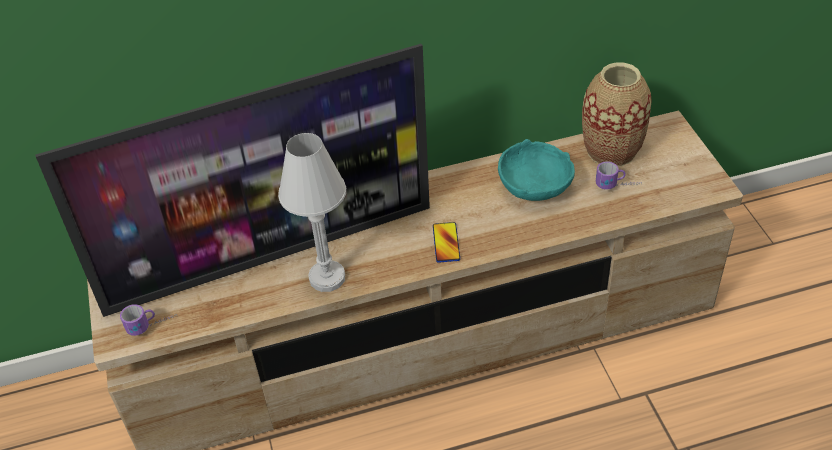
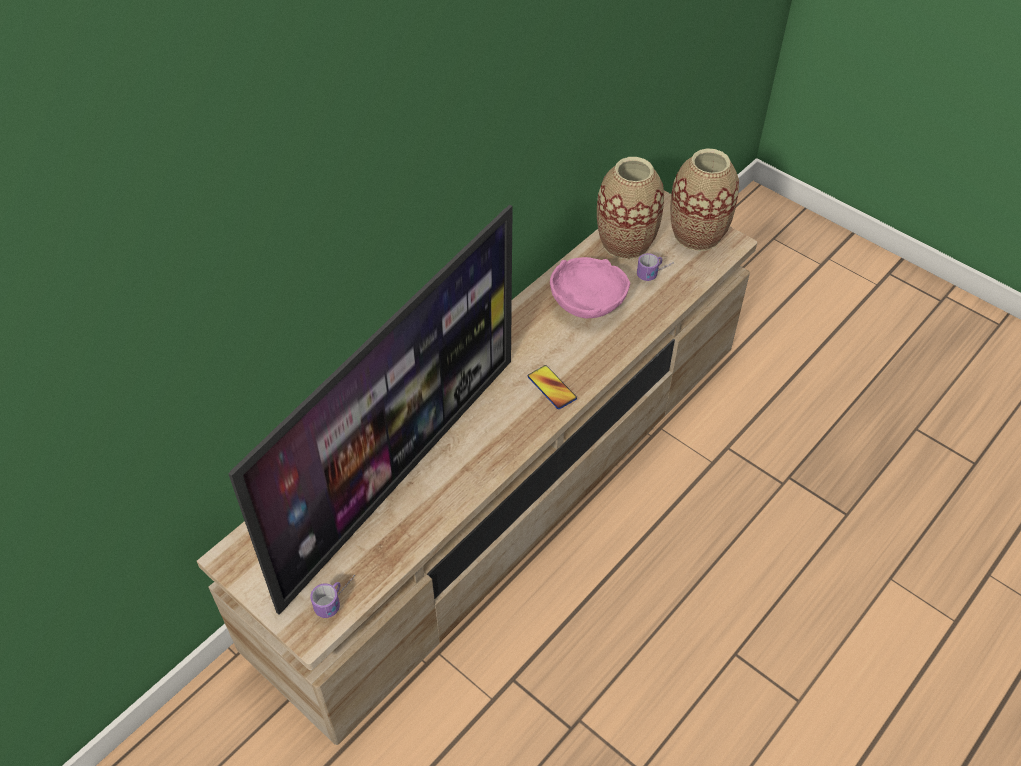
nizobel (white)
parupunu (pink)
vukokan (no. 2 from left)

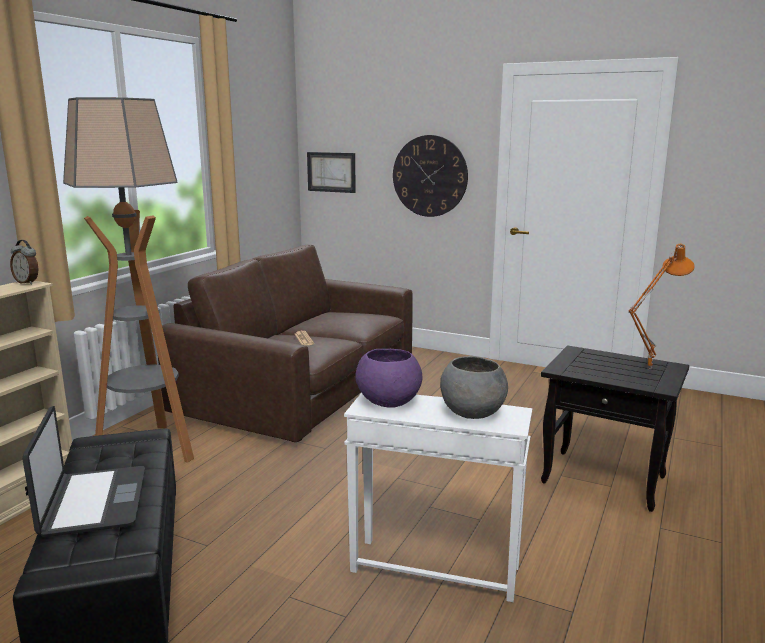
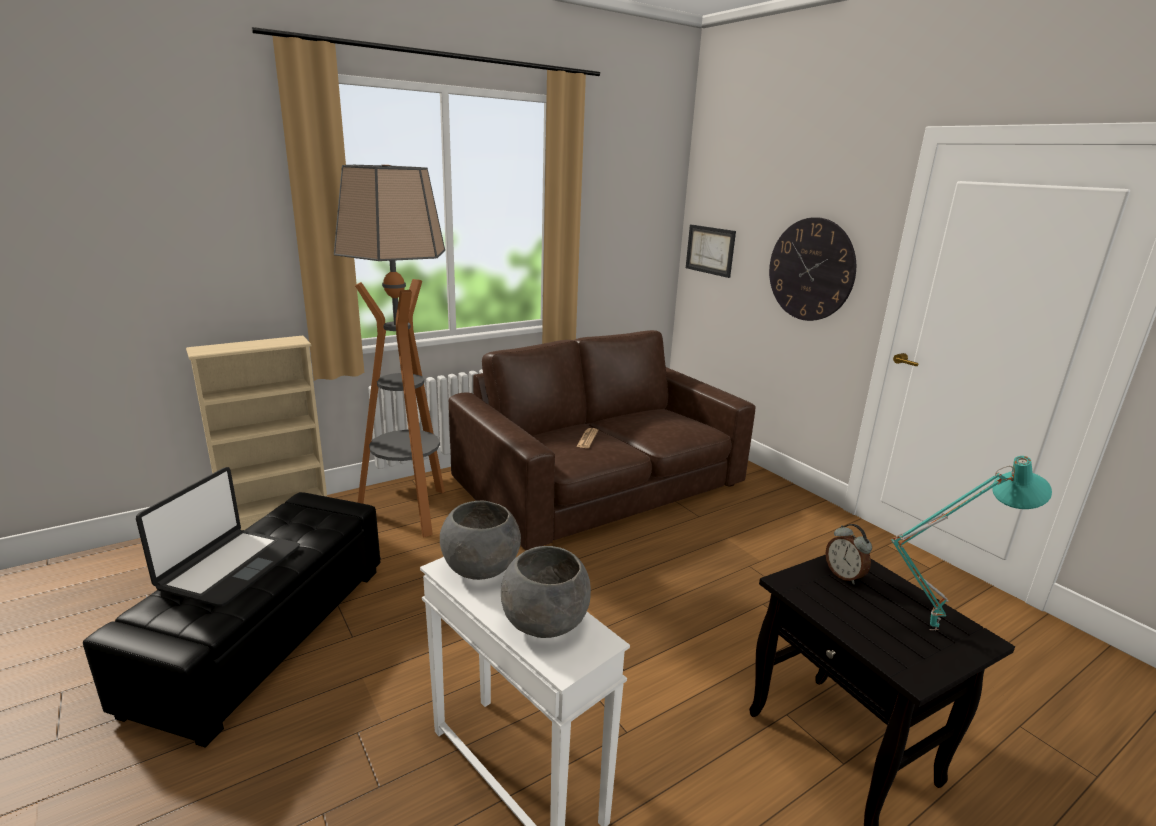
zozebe
parupunu (grey) (no. 1 from left)
nizobel (turquoise)

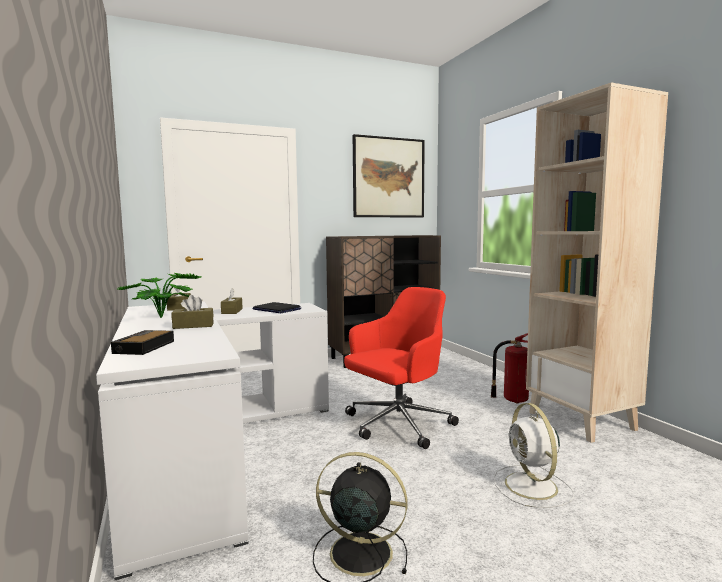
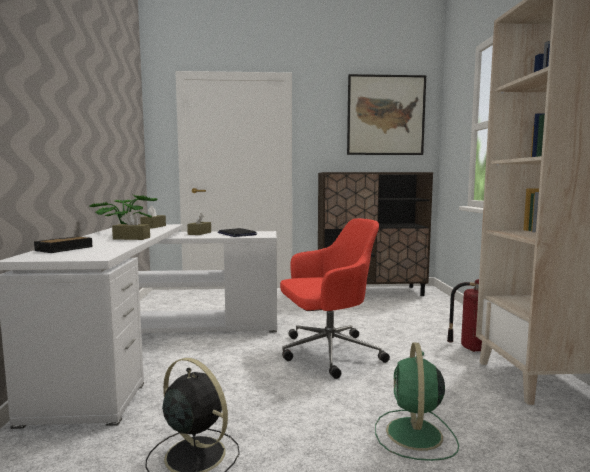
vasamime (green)

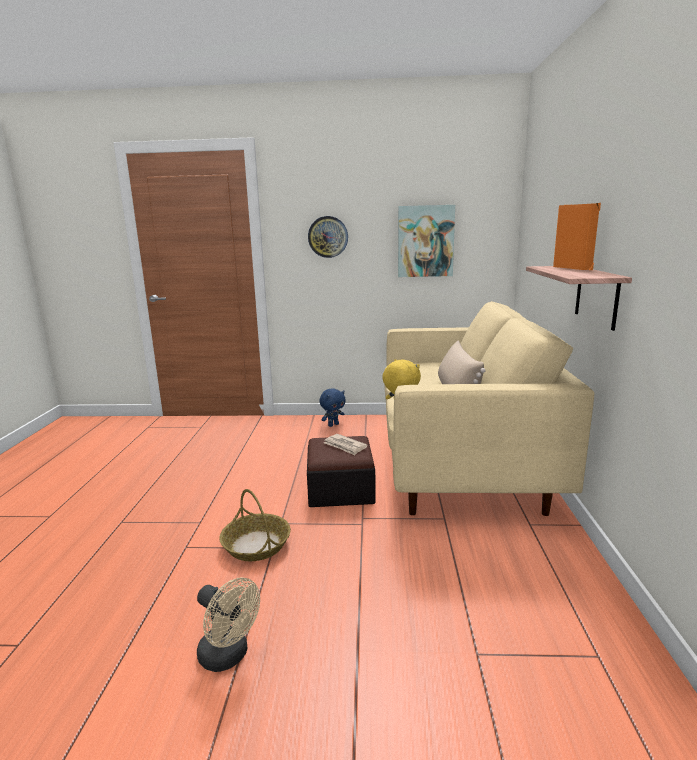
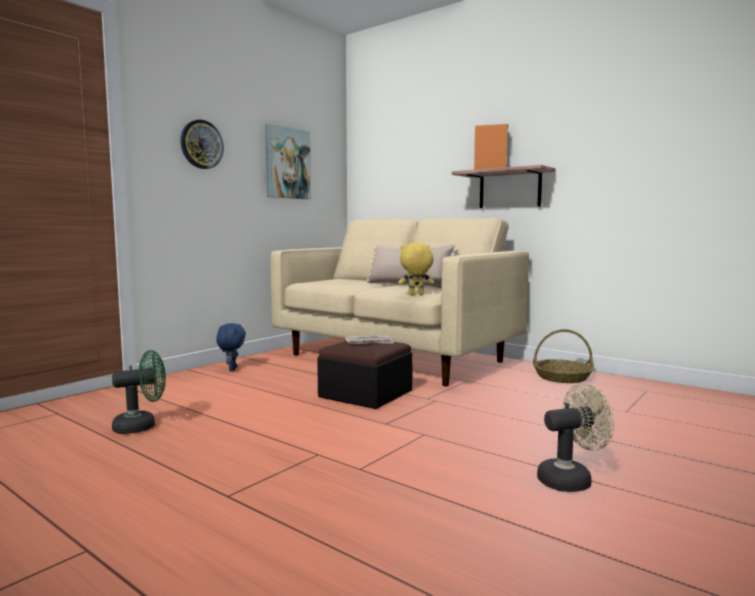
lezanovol
vasamime (green)

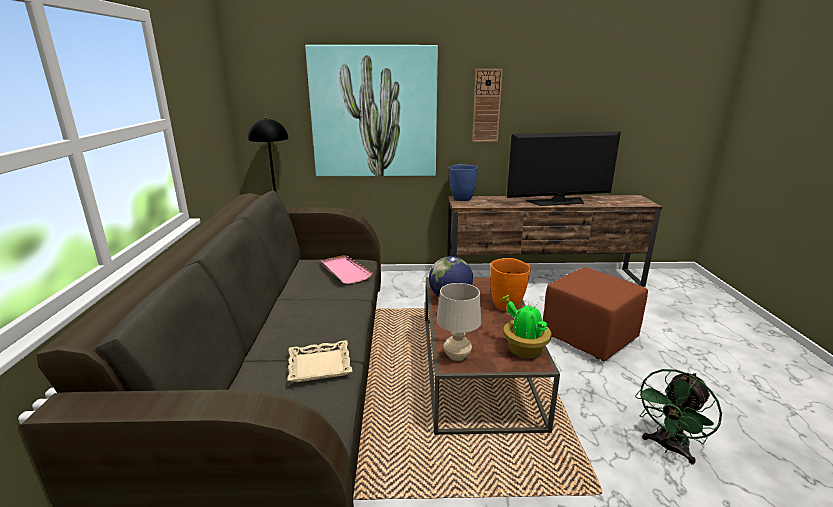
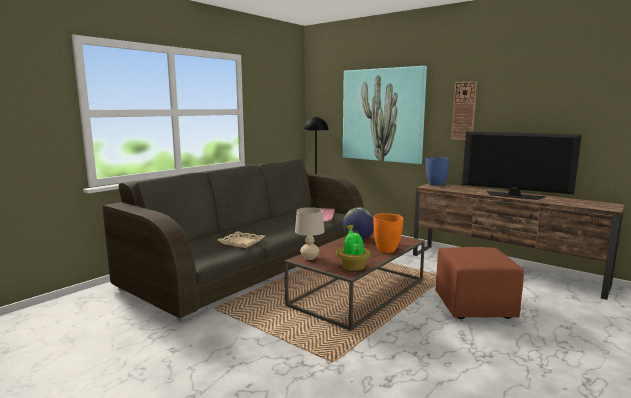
vasamime (green)

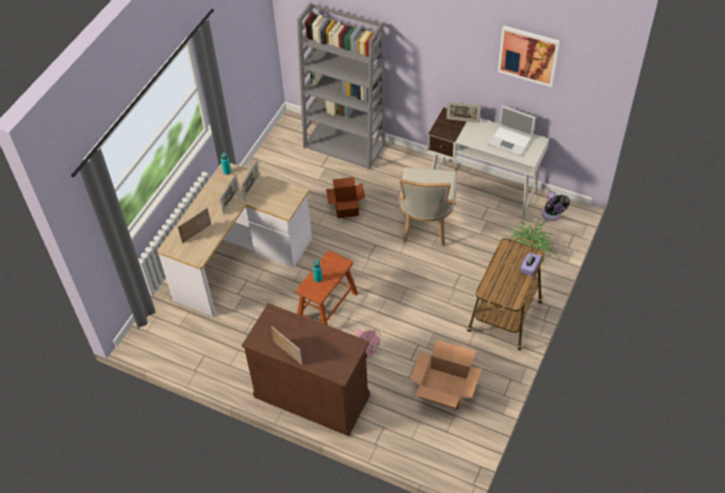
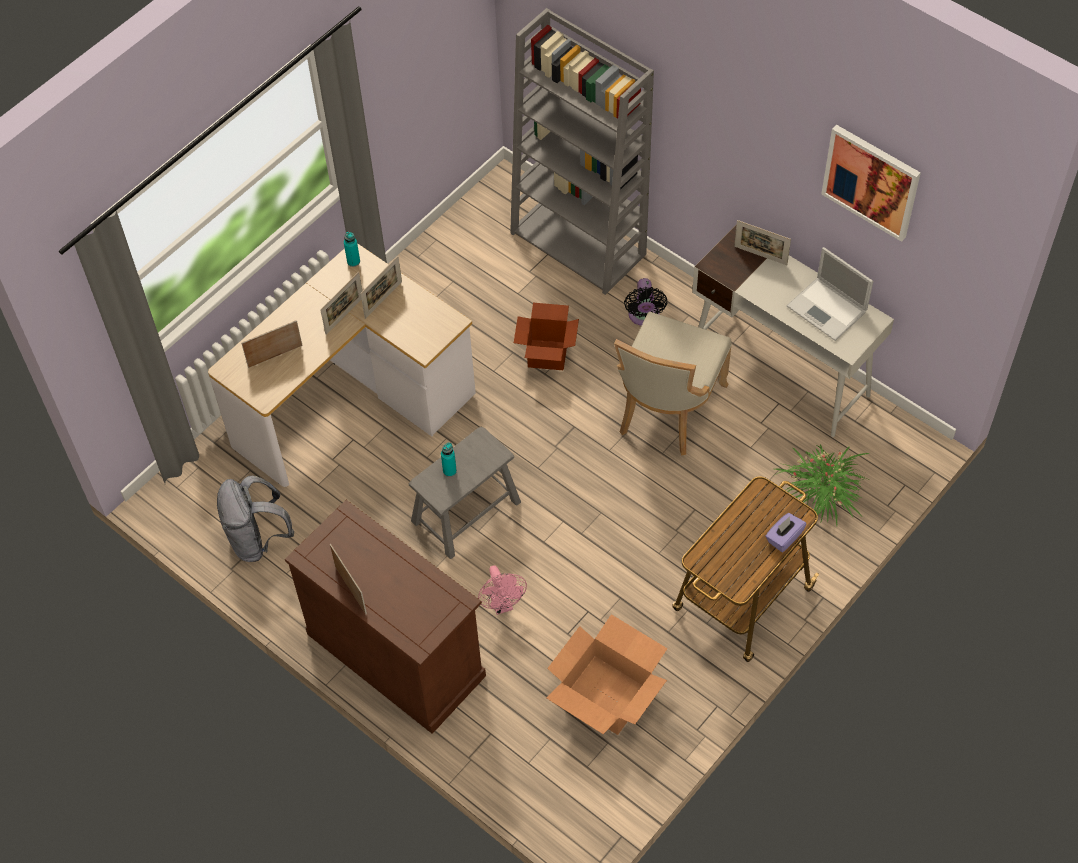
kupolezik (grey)
vasamime (black)
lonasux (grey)

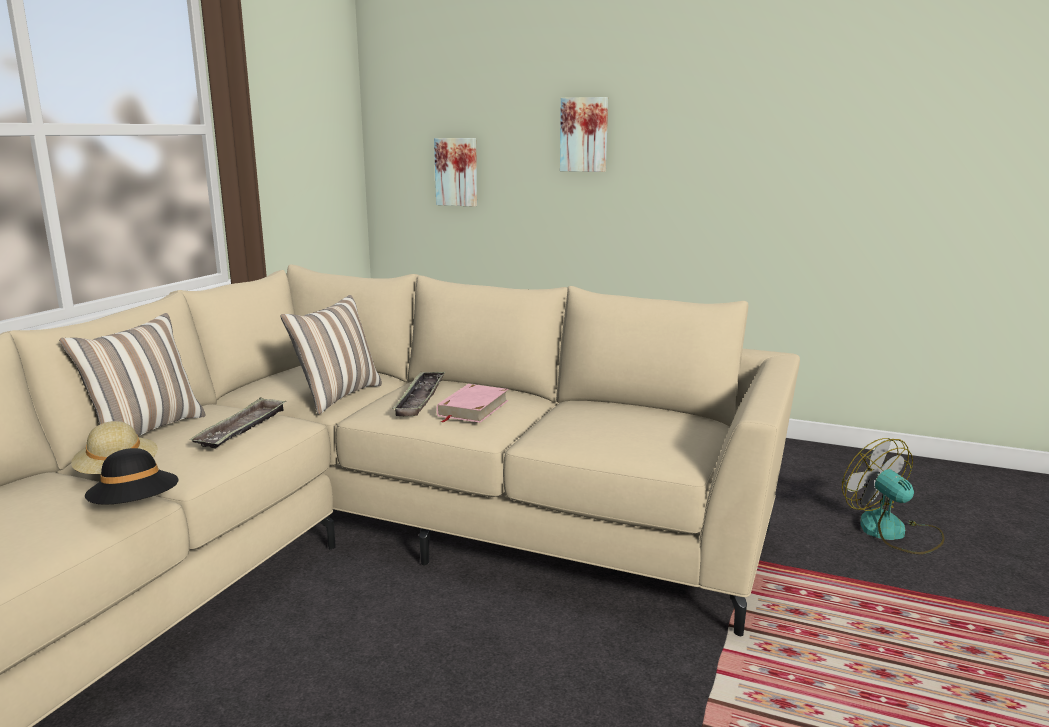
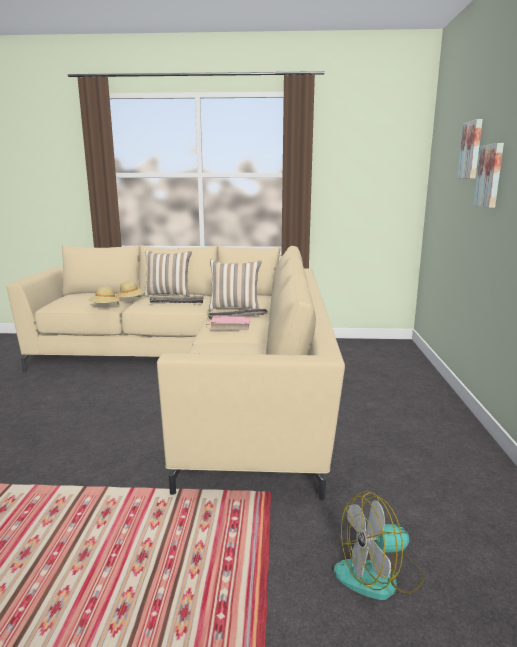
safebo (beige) (no. 1 from left)
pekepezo (no. 1 from left)
vasamime

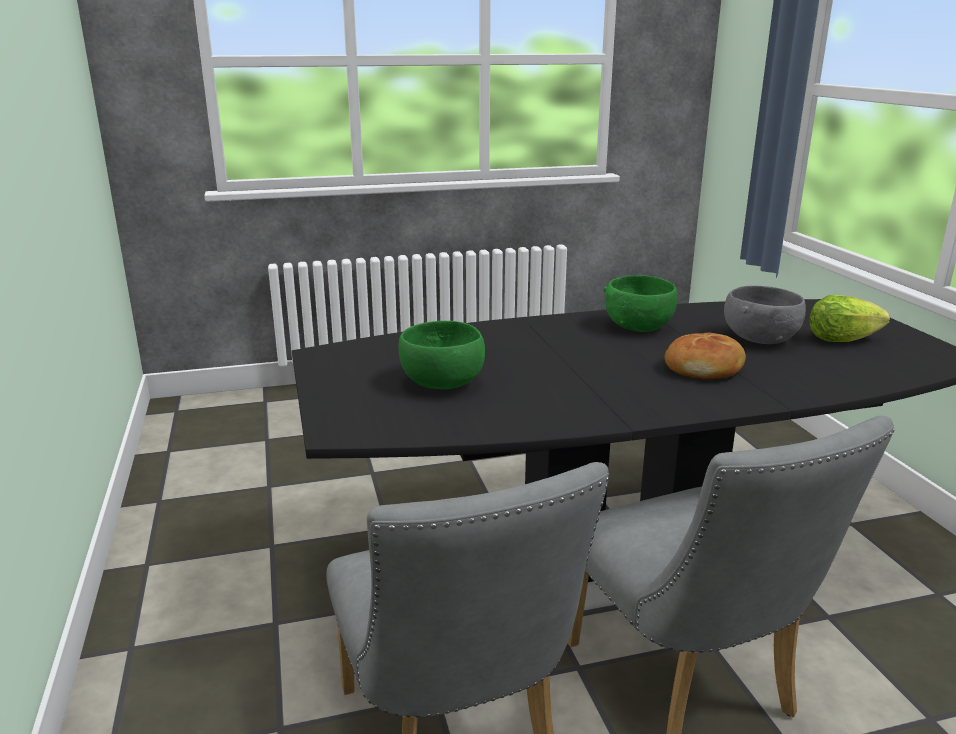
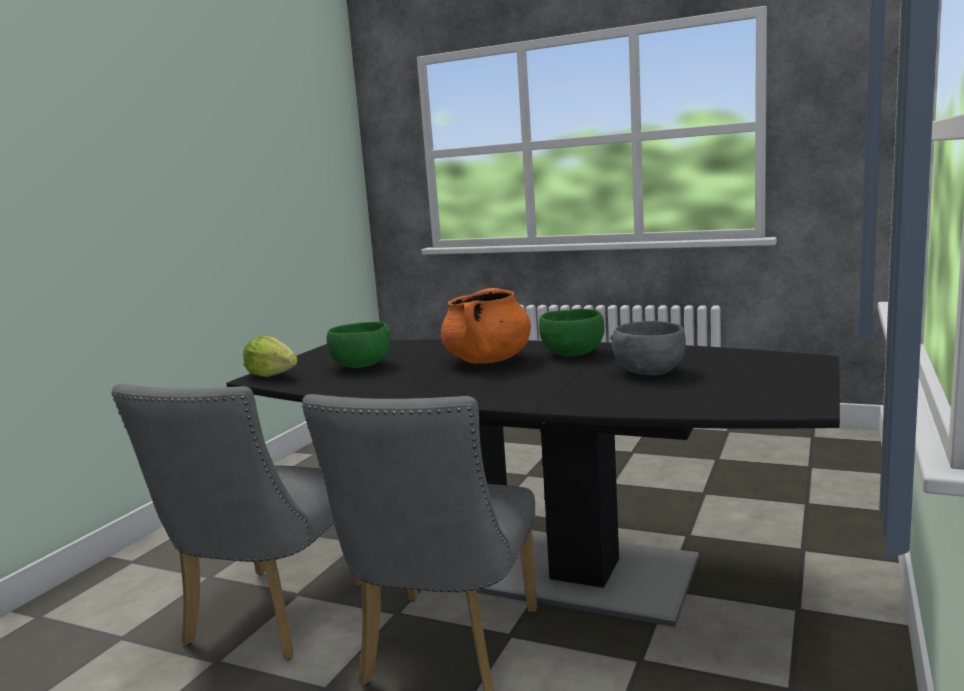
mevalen
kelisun
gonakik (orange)

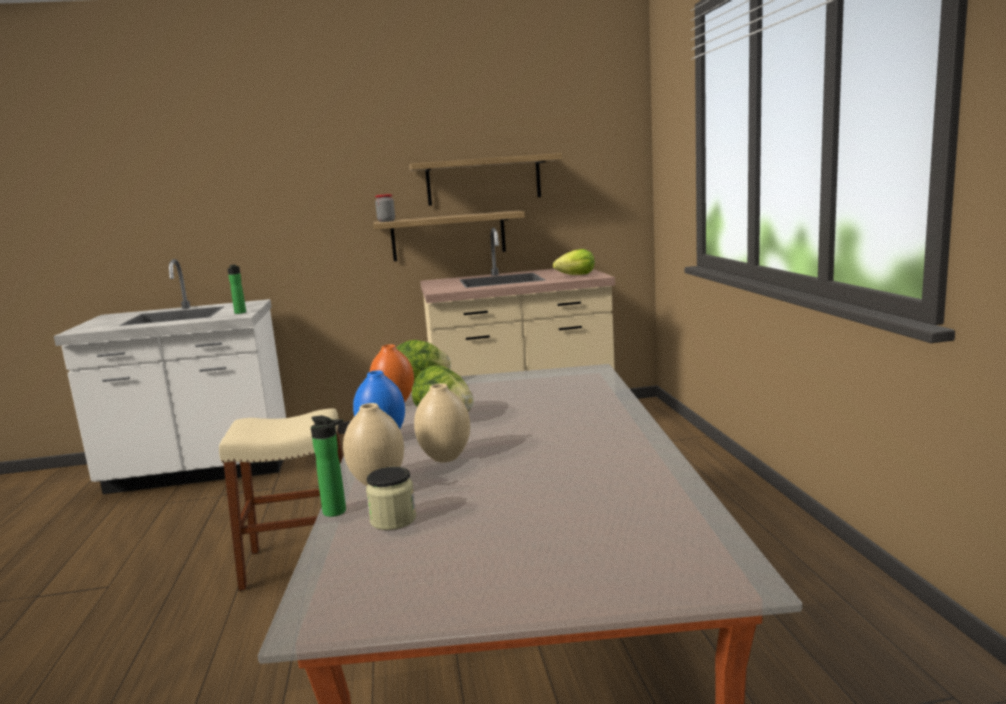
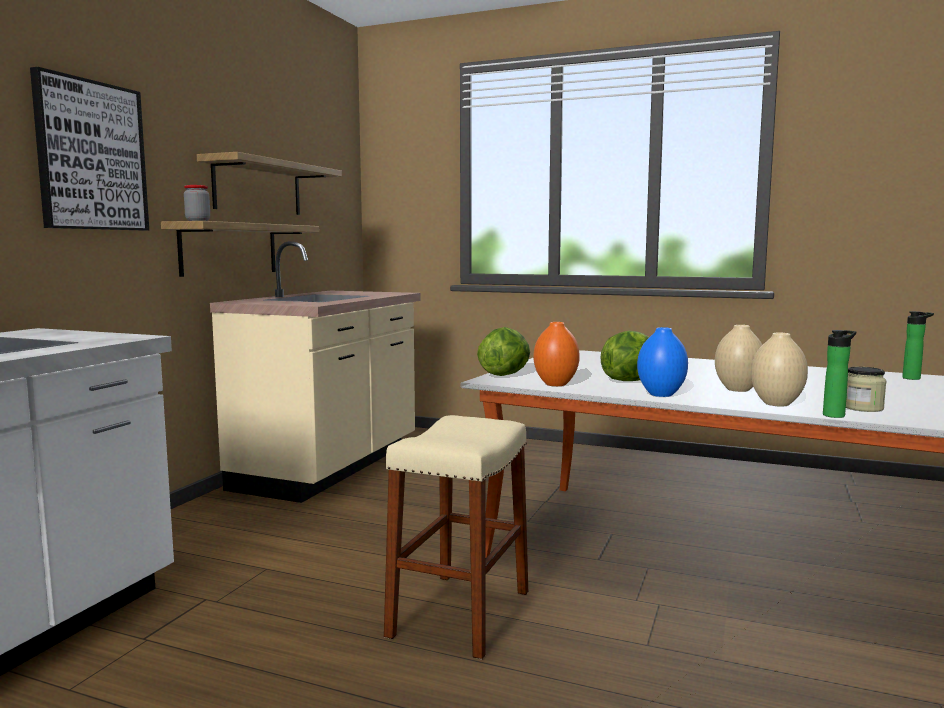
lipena (no. 2 from left)
kelisun (no. 3 from left in the first image)
pekepezo

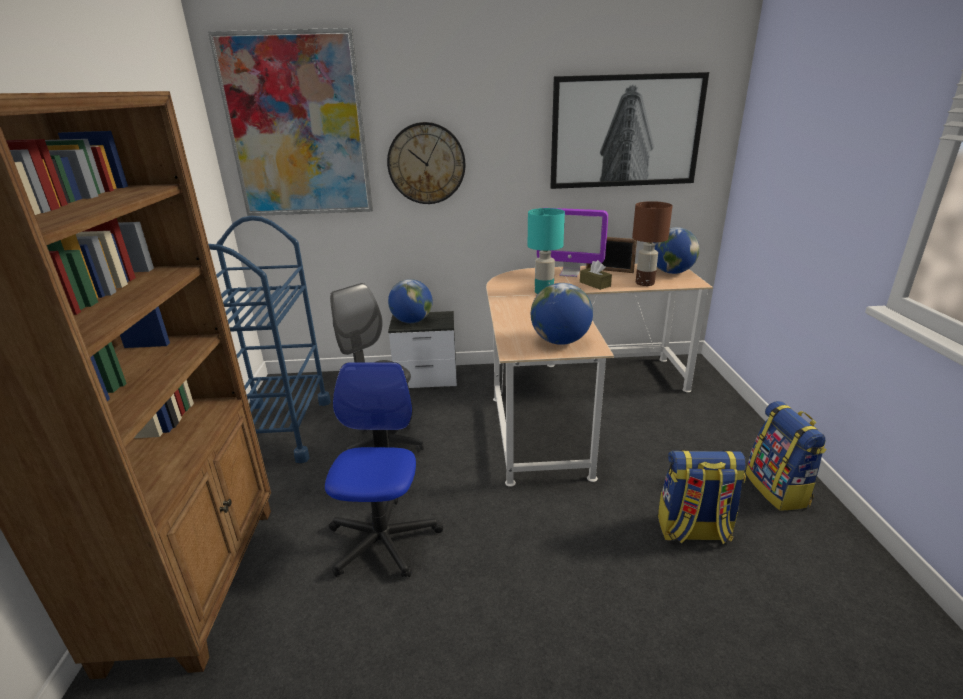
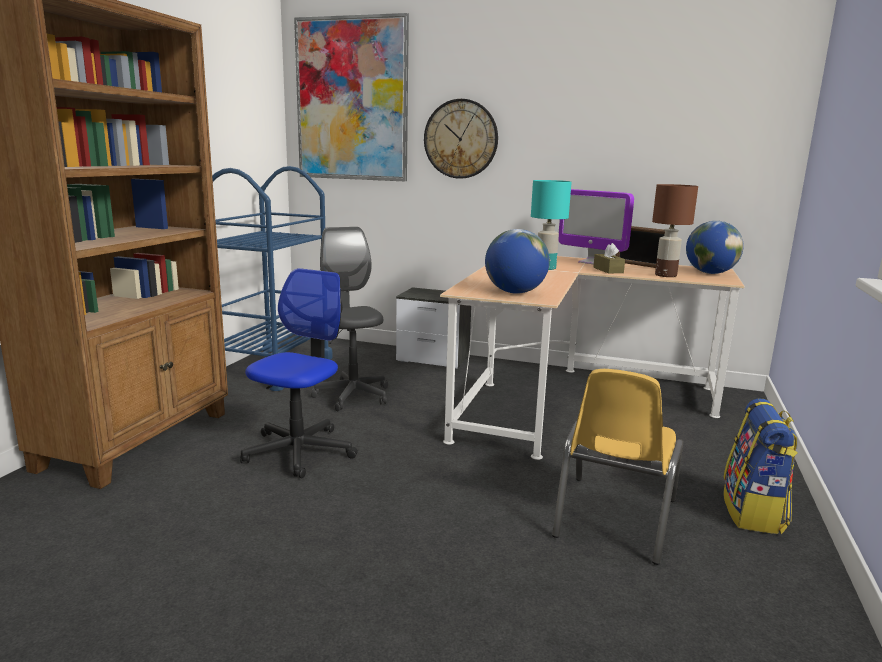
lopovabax (no. 1 from left in the first image)
pekepezo (no. 2 from left in the first image)
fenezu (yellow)

